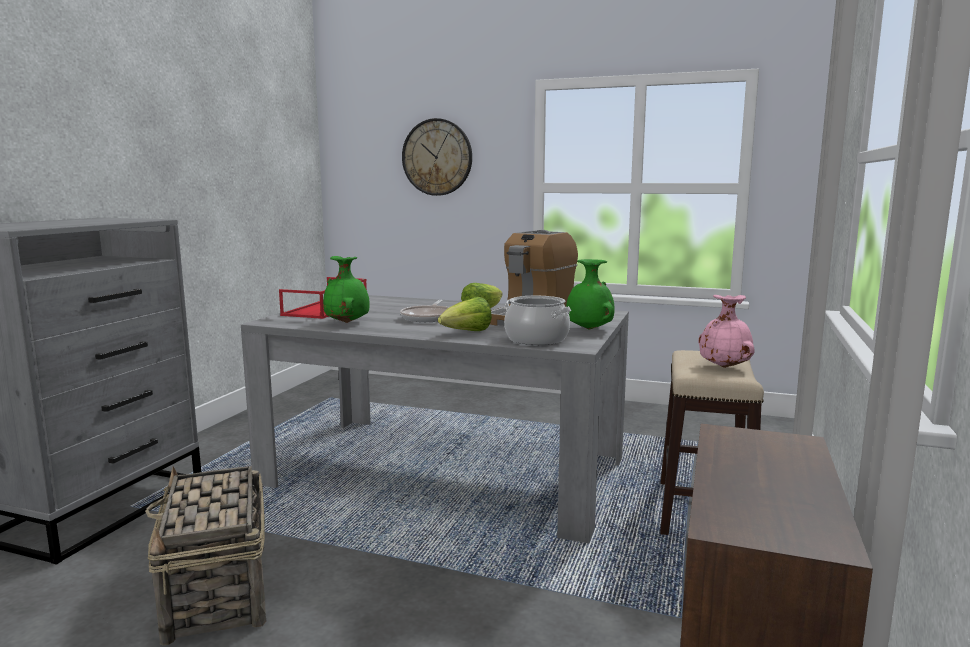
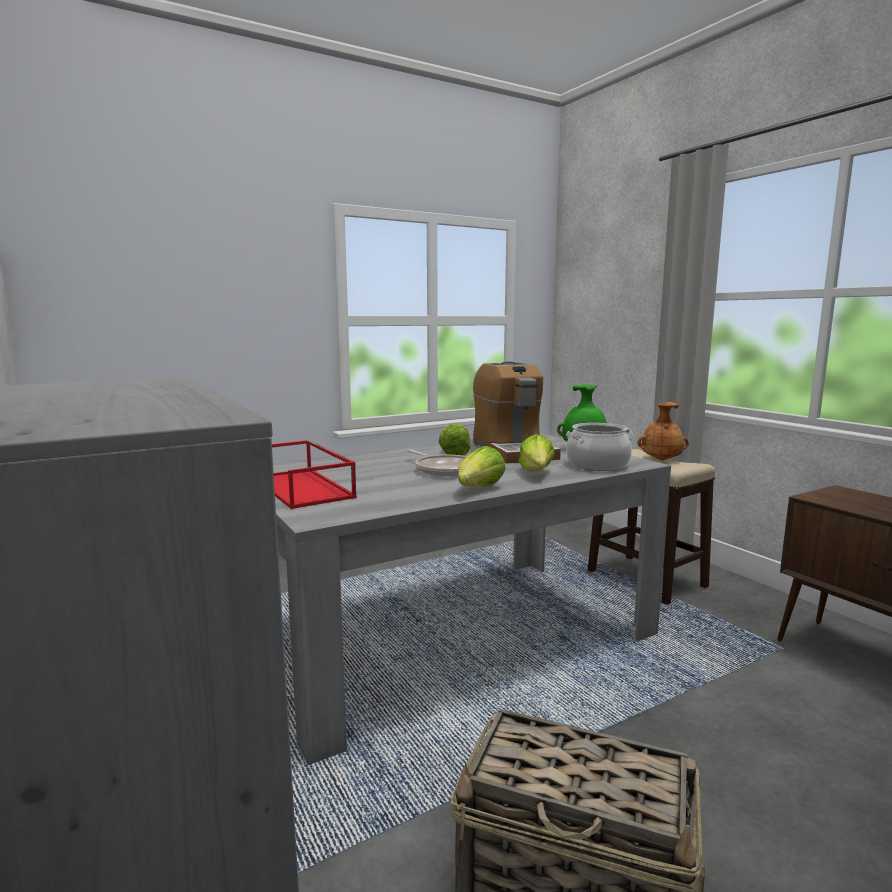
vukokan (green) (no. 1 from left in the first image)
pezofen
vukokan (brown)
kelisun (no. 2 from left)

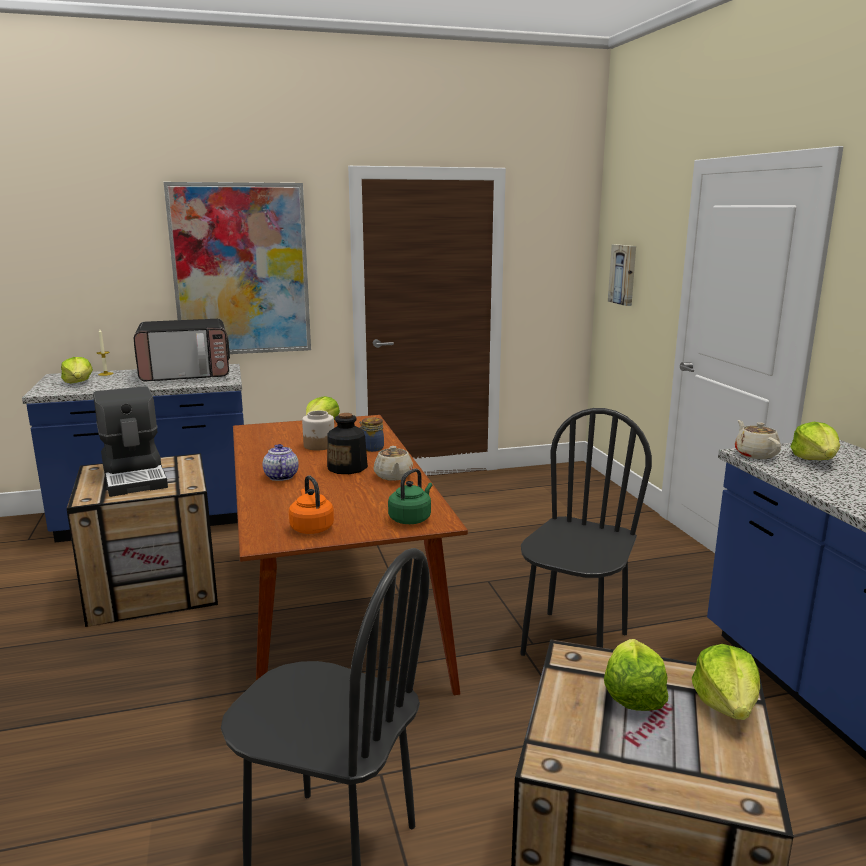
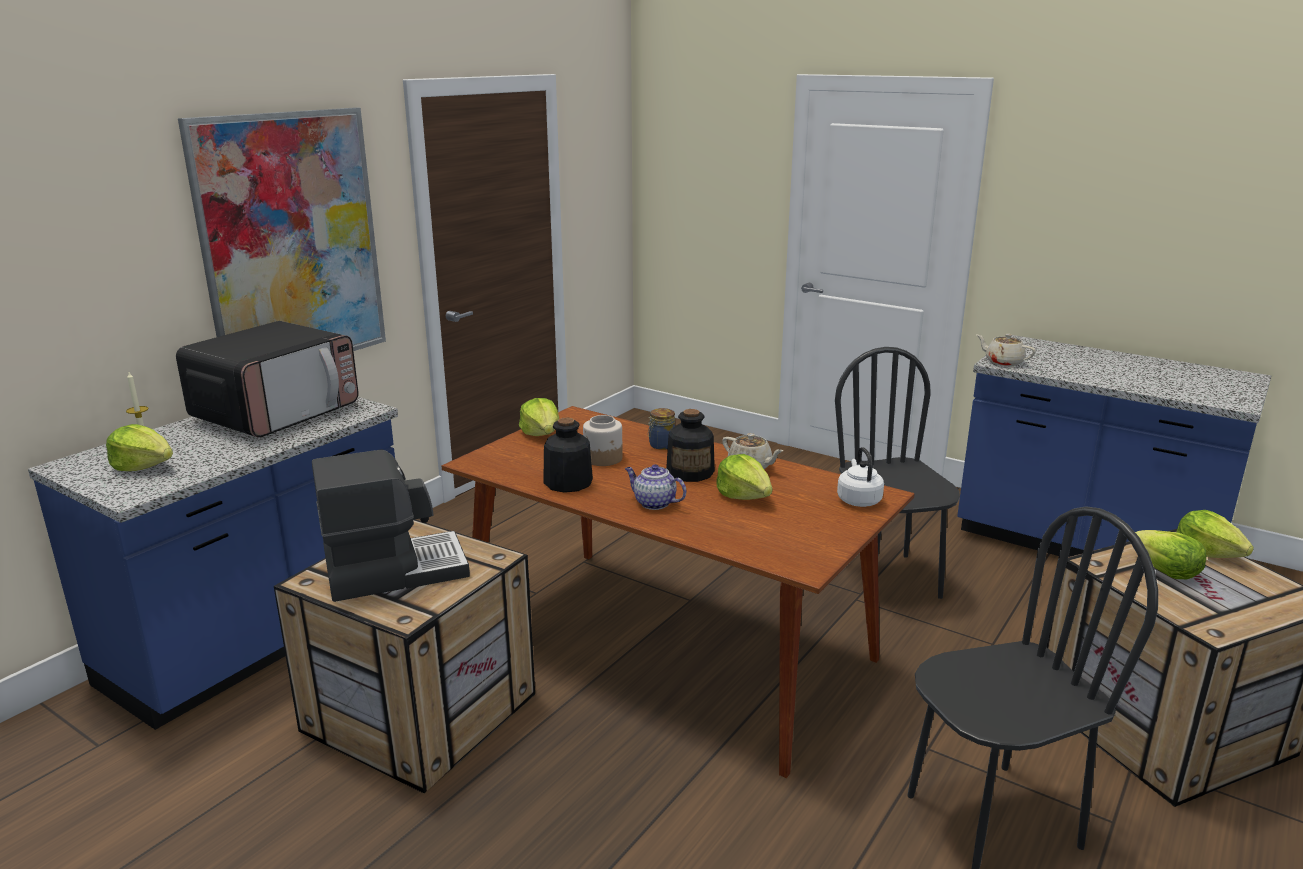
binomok
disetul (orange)
disetul (white)
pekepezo (no. 2 from left in the first image)
kelisun (no. 3 from left)
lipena (no. 1 from left)

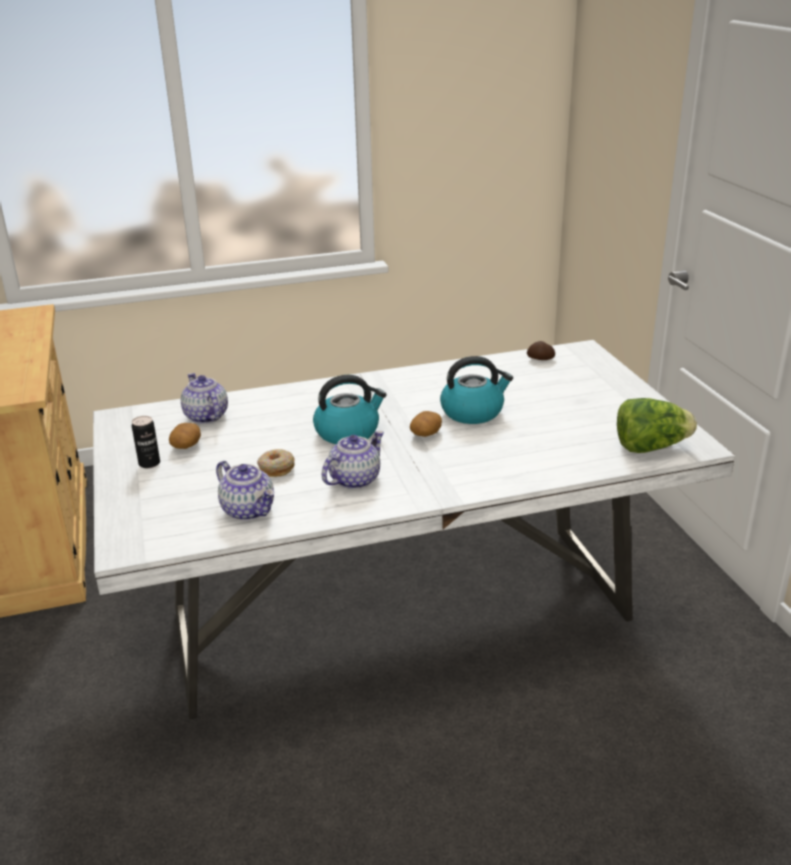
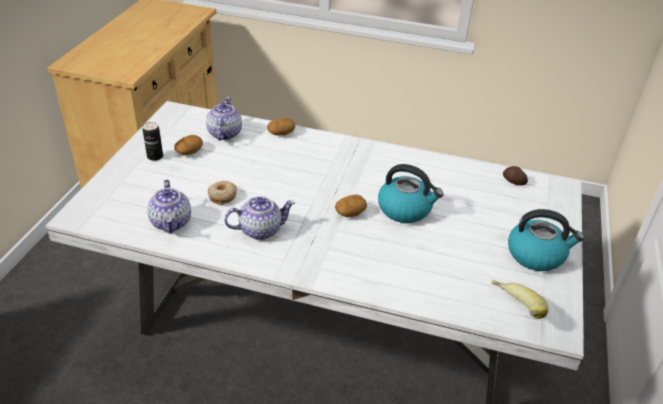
disetul (no. 2 from left)
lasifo
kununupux (no. 2 from left)

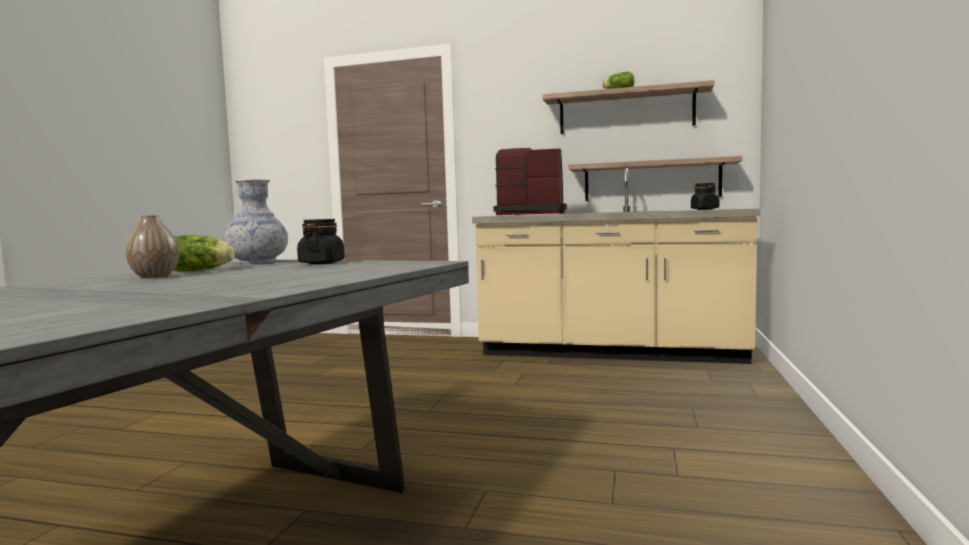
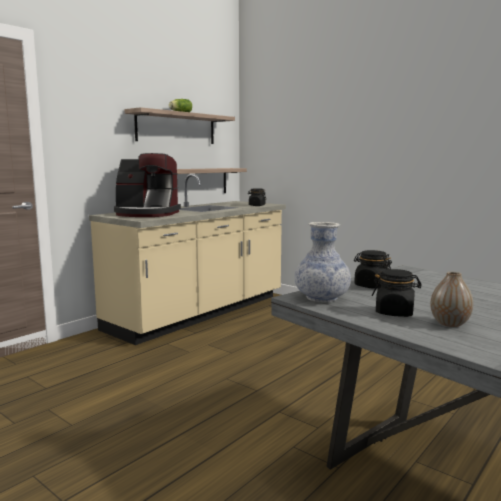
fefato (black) (no. 3 from left)
binomok

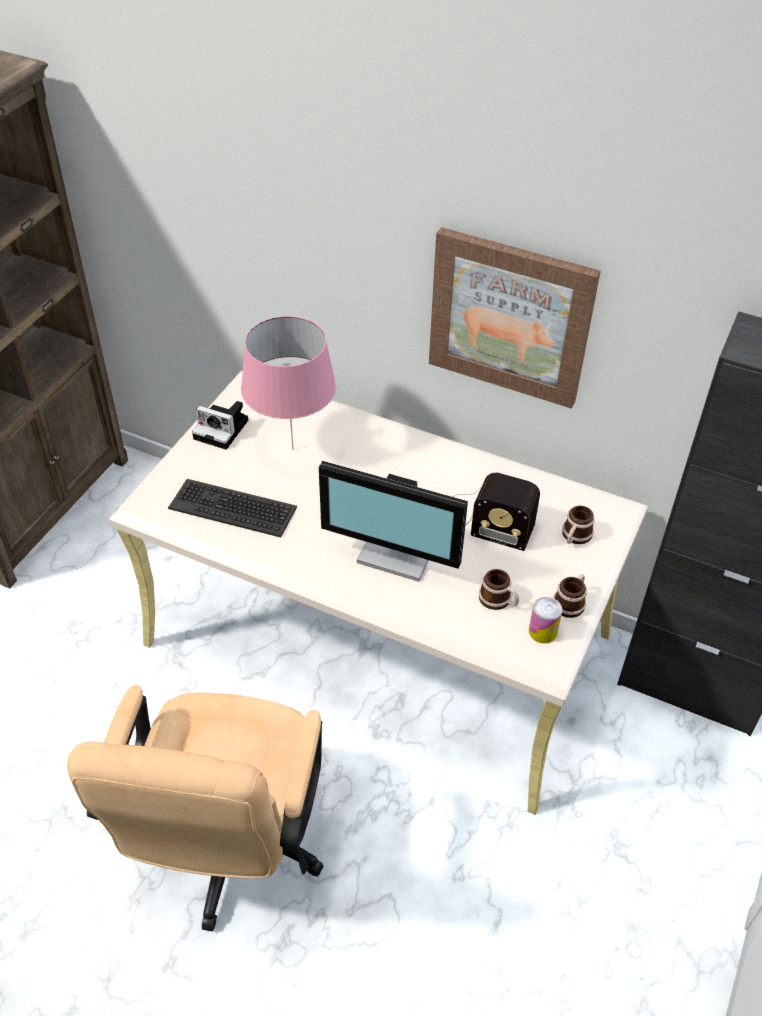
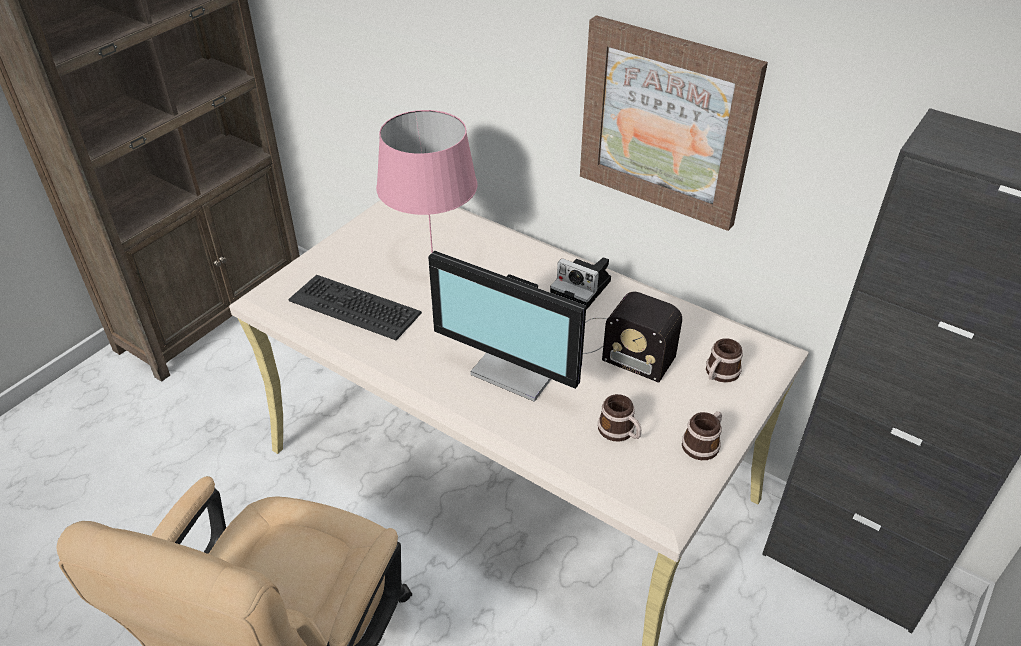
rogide
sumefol

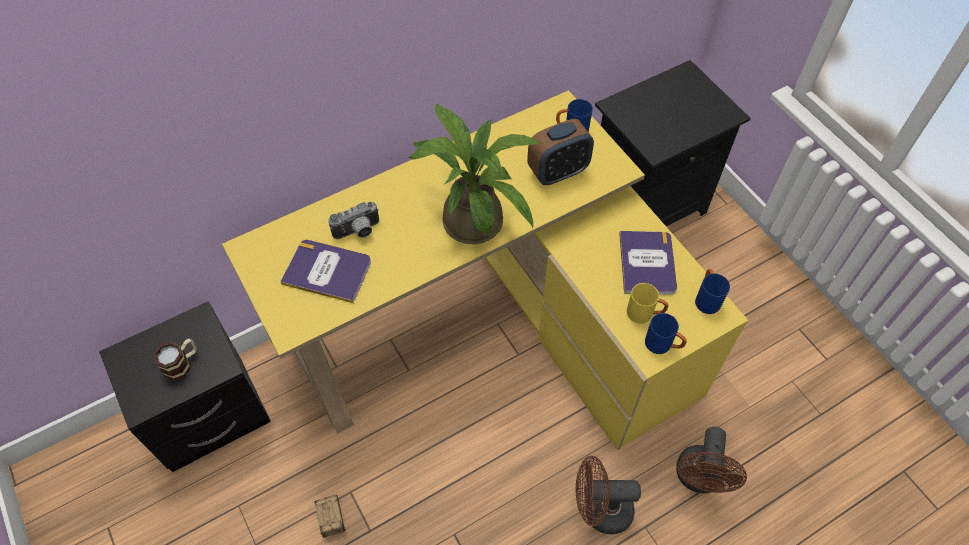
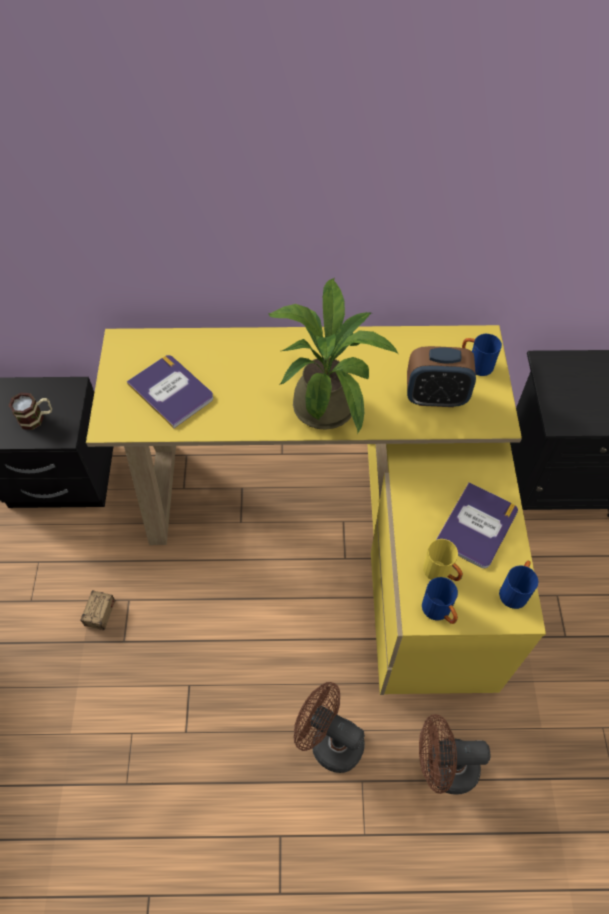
rogide
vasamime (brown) (no. 2 from left)

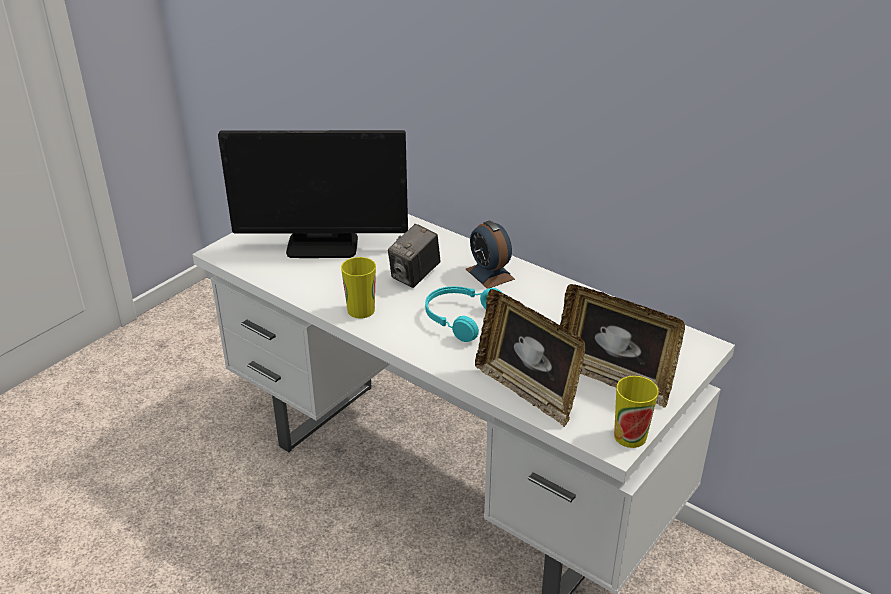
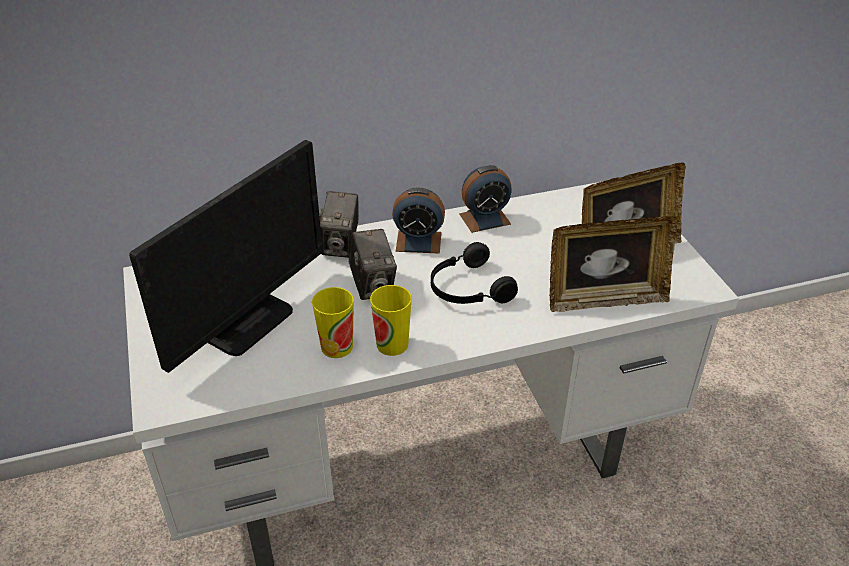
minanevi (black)
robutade (no. 1 from left)
rogide (no. 1 from left)
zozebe (no. 2 from left)

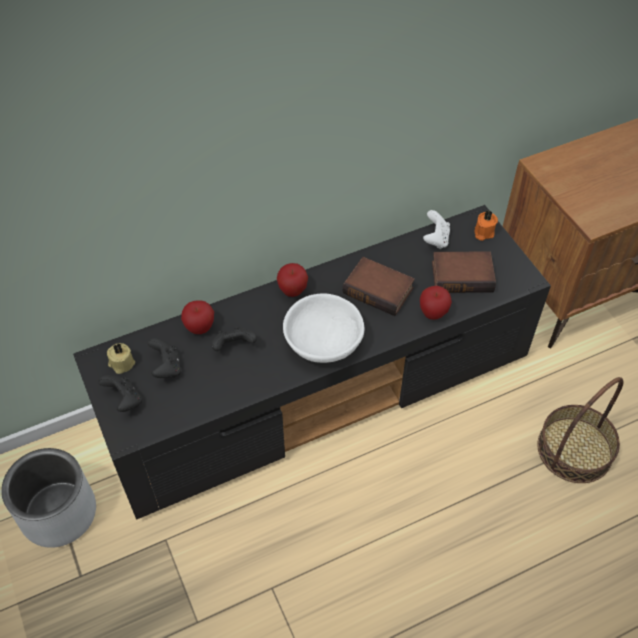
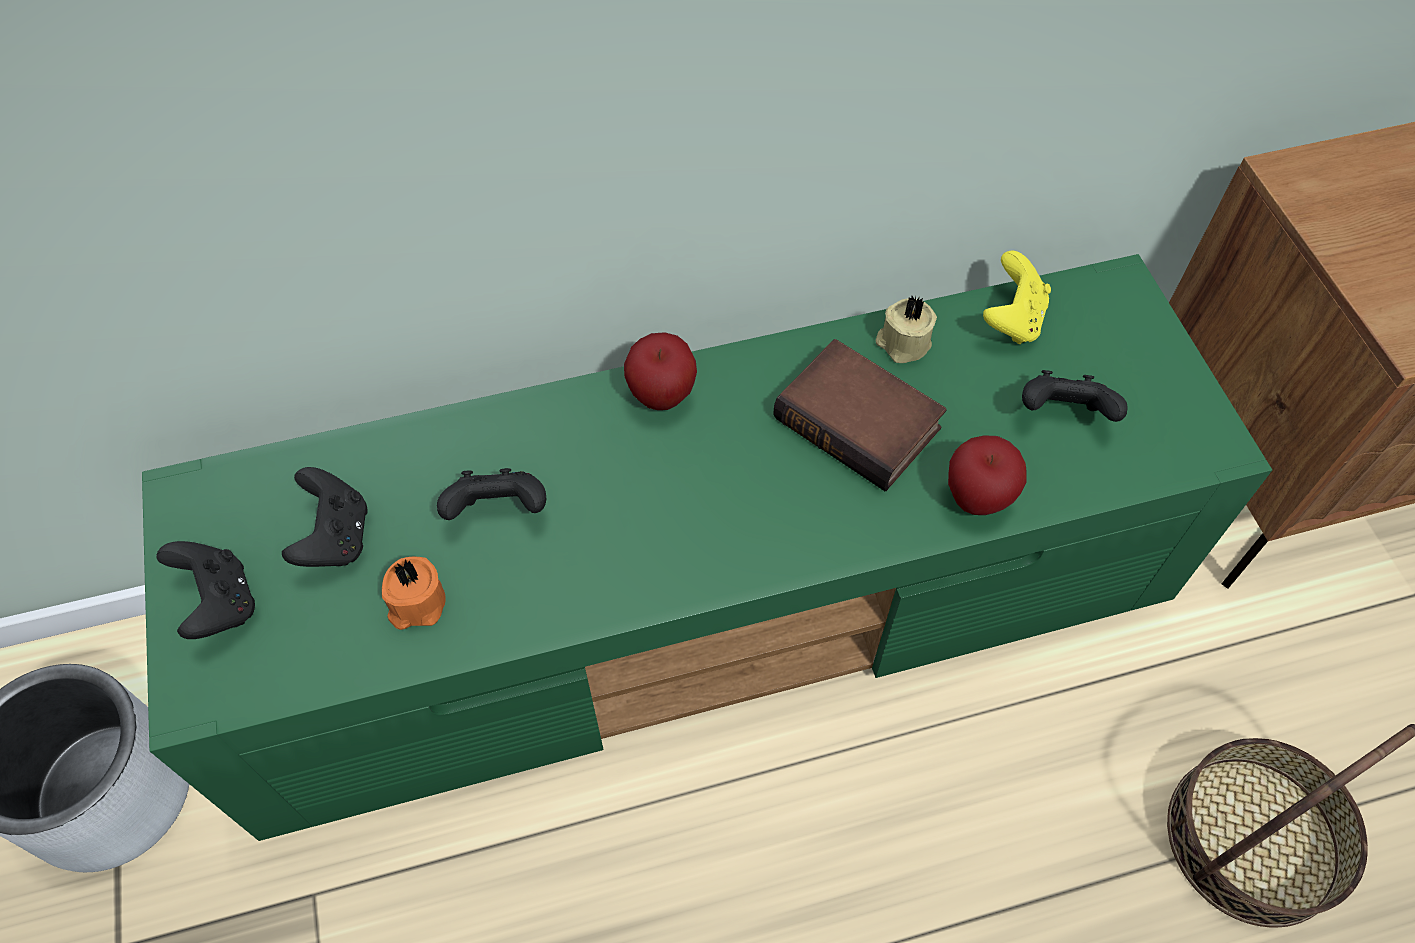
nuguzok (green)
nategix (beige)
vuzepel (no. 1 from left in the first image)
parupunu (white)
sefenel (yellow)
sefenel (black) (no. 4 from left)
nategix (orange)

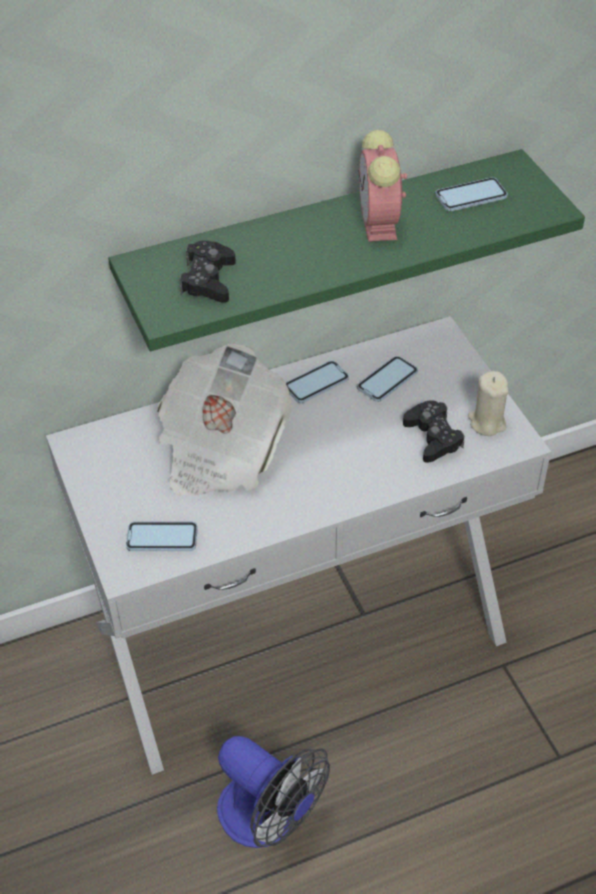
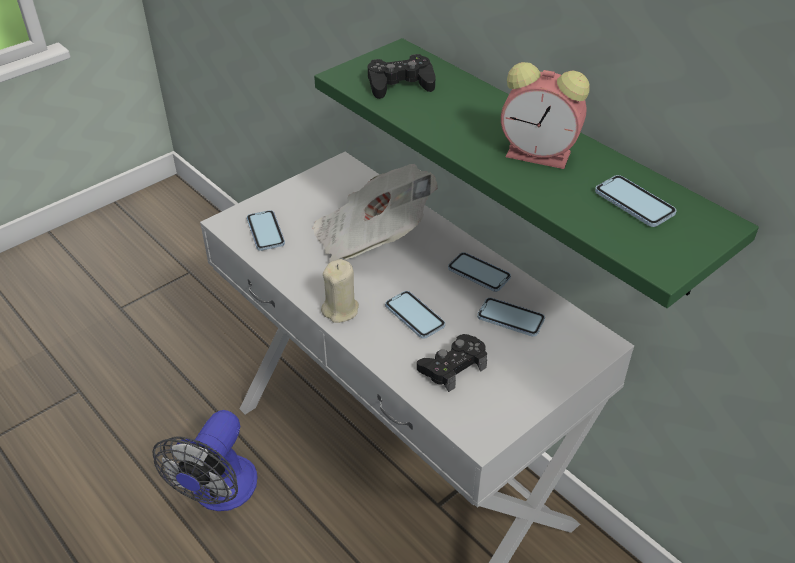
zozebe
nategix (beige)
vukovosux (no. 2 from left)

